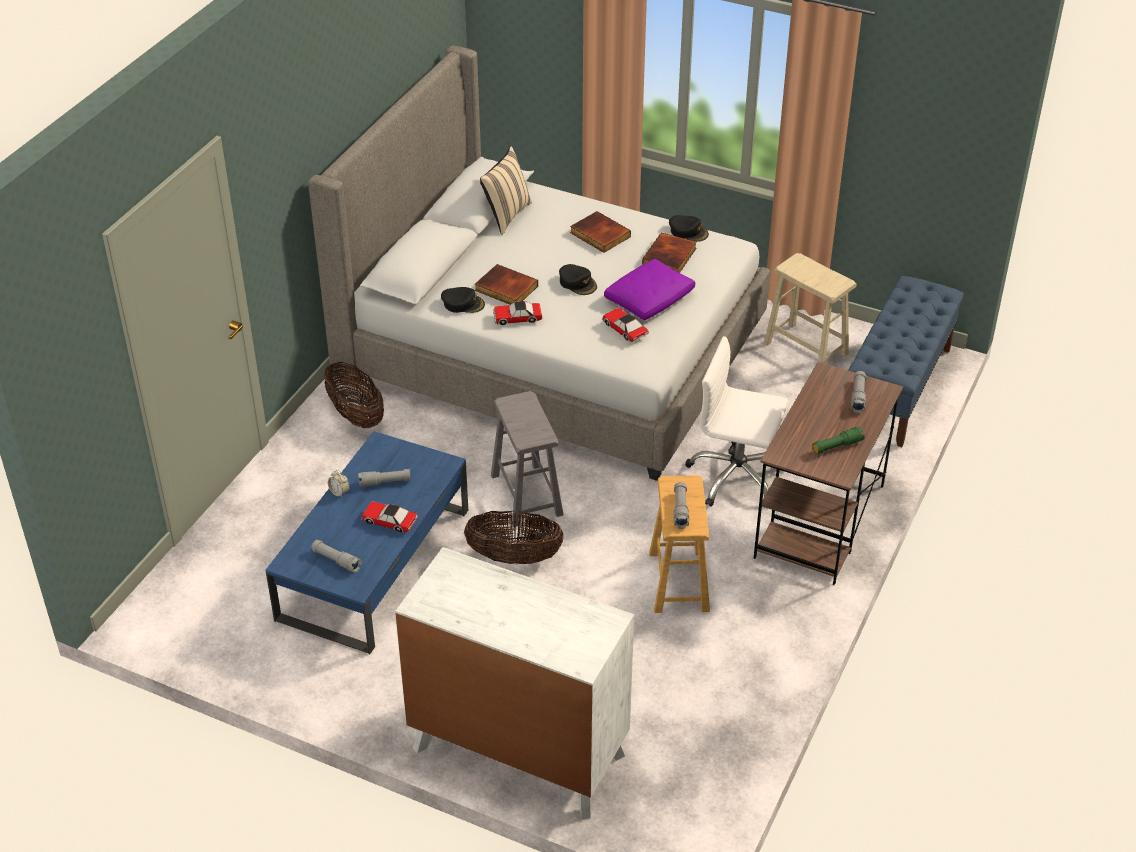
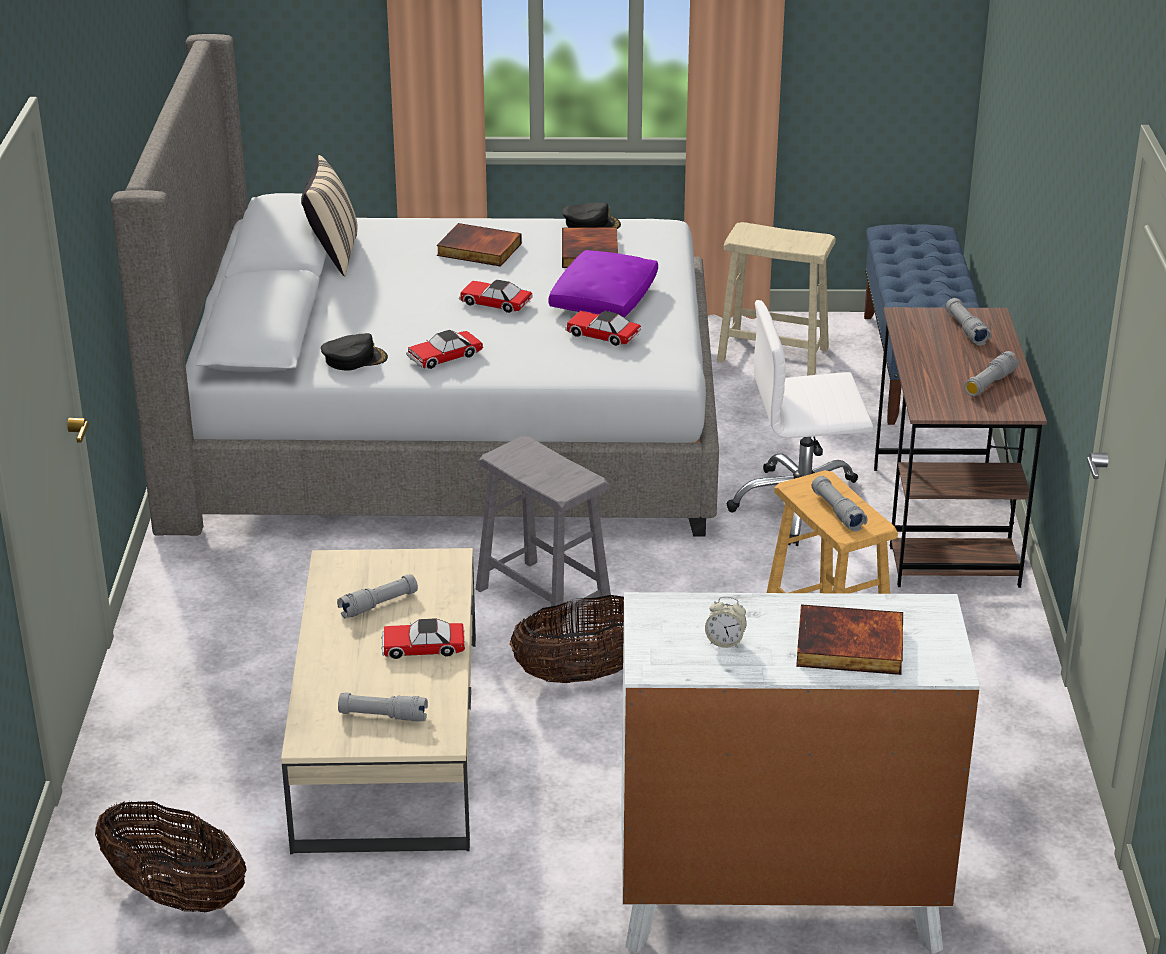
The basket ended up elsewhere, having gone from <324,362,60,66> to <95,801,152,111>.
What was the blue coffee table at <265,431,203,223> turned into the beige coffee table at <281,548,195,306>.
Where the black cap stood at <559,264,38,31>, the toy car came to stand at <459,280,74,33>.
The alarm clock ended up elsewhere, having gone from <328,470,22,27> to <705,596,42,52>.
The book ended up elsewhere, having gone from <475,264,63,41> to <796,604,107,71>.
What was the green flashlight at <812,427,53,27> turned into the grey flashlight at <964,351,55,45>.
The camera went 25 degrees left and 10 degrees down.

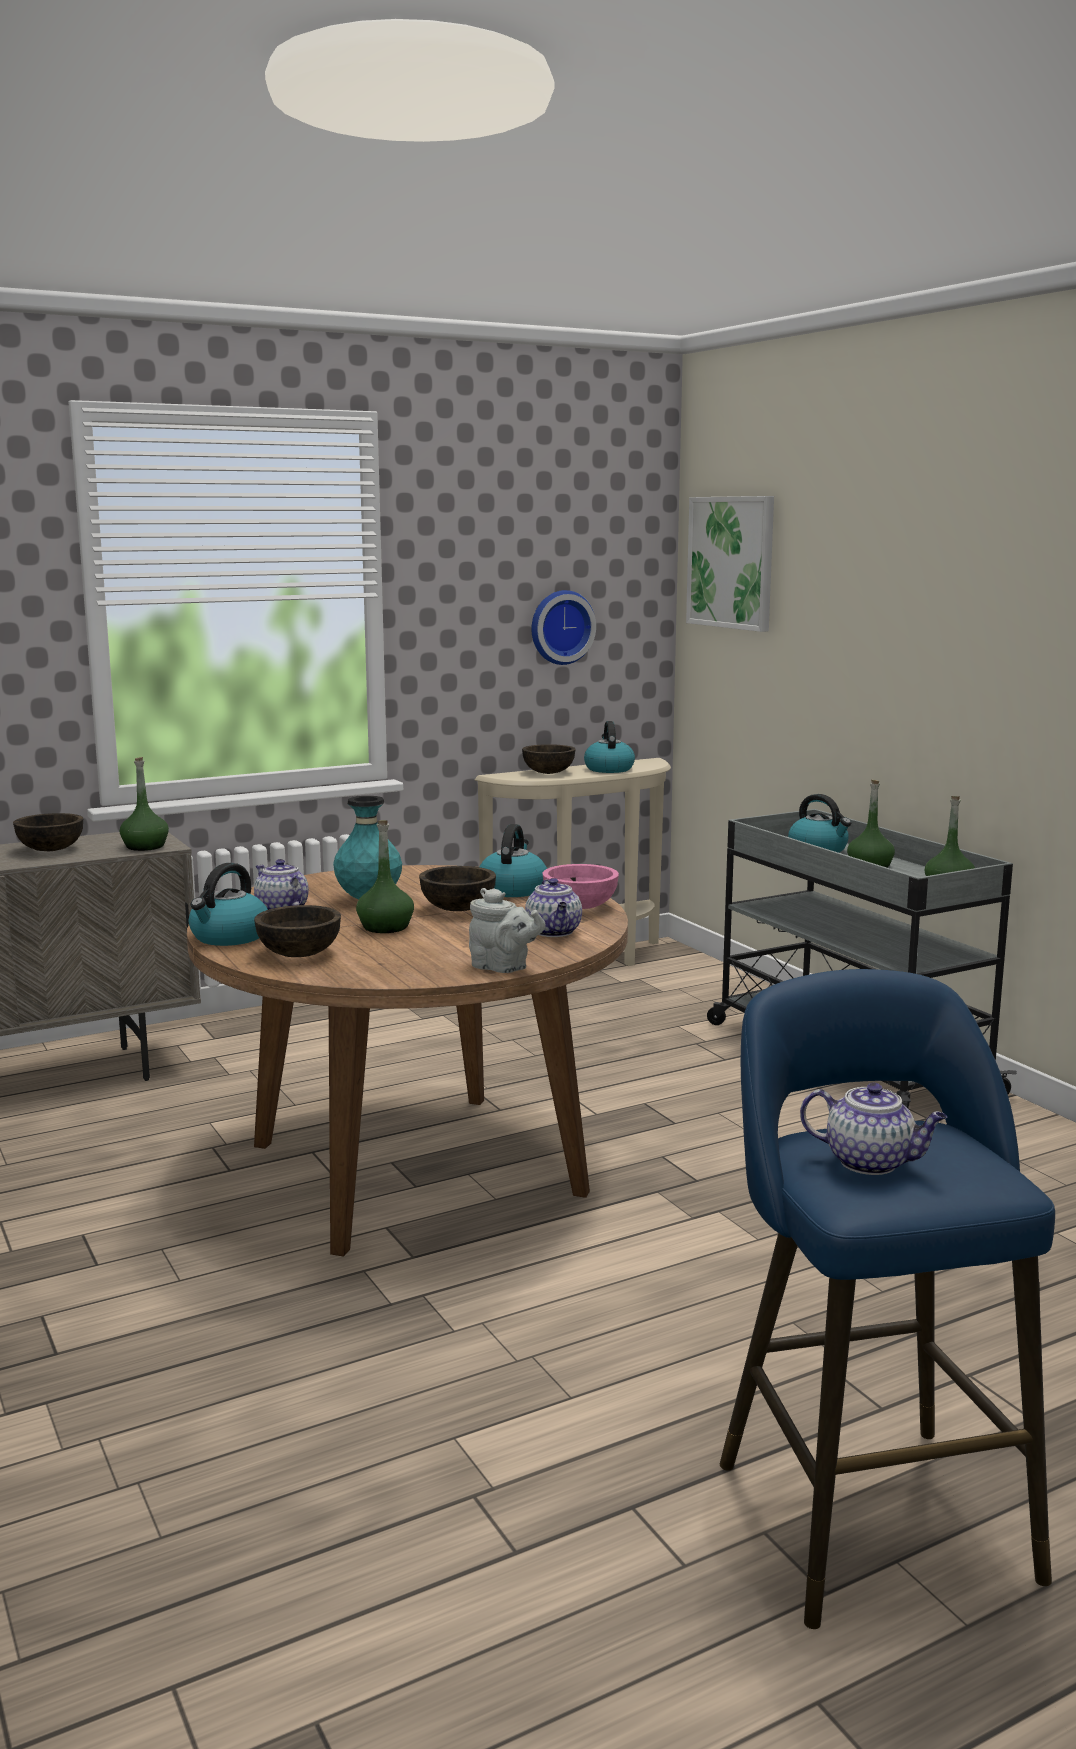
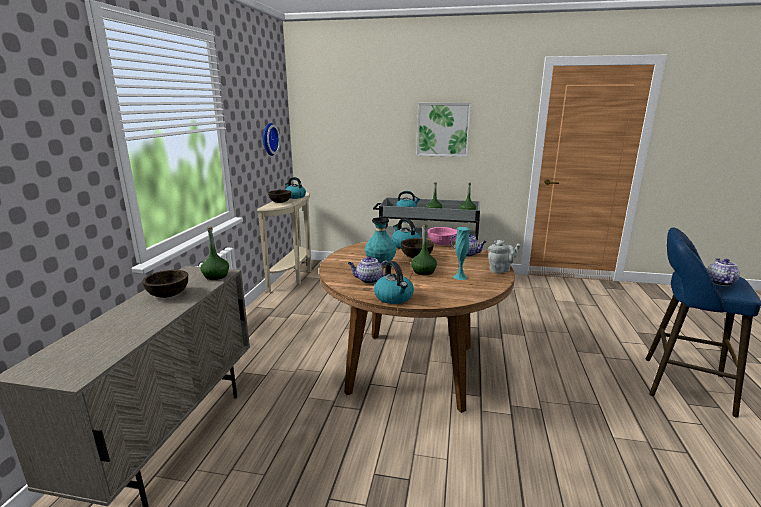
The picture ended up elsewhere, having gone from <686,496,88,136> to <417,103,54,54>.
The second view gained the turquoise vase at <453,227,17,53>.
The teapot at <800,1083,147,92> ended up facing another way, 45 degrees counterclockwise from before.
The second view lost the brown bowl at <254,905,87,52>.
The camera went 50 degrees left and 5 degrees up.

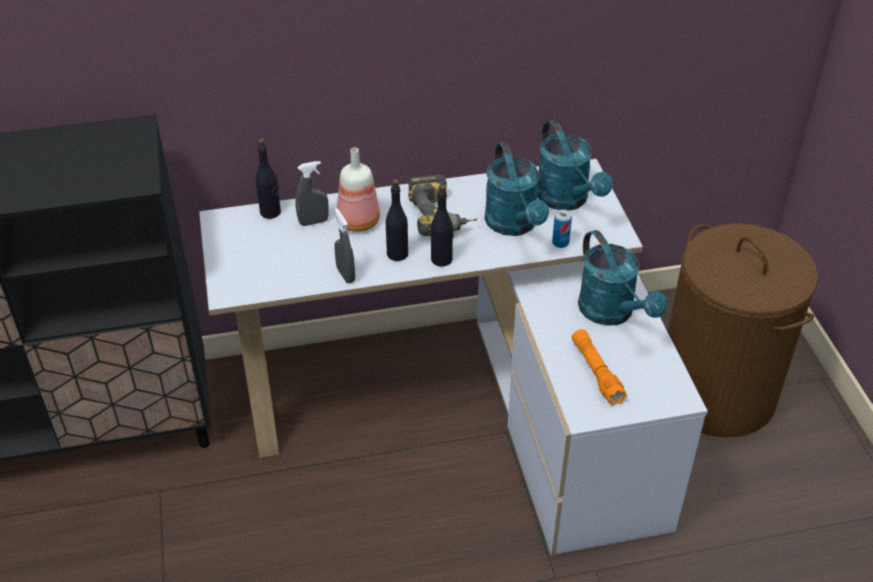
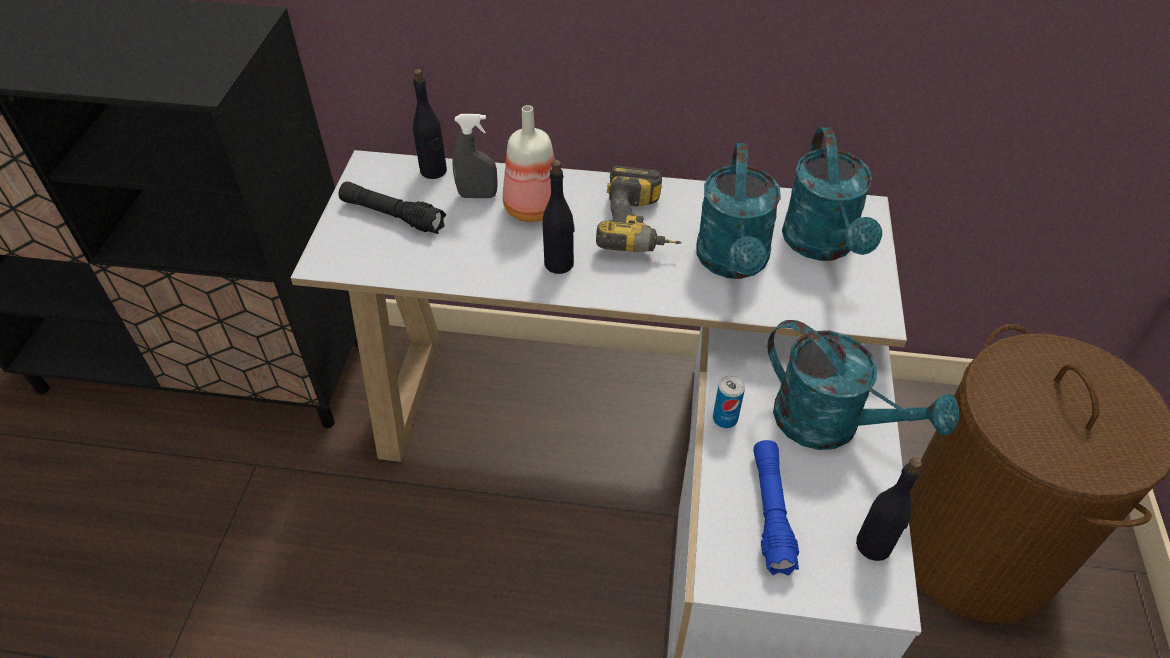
The second view gained the black flashlight at <338,182,108,52>.
The can ended up elsewhere, having gone from <552,209,20,39> to <713,375,32,53>.
What was the orange flashlight at <572,329,55,77> turned into the blue flashlight at <753,440,46,136>.
The turquoise watering can at <578,230,89,96> ended up facing another way, 45 degrees counterclockwise from before.
The black bottle ended up elsewhere, having gone from <431,185,23,82> to <856,457,66,104>.
The second view lost the grey spray bottle at <334,208,21,75>.
The camera went 20 degrees right and 5 degrees up.

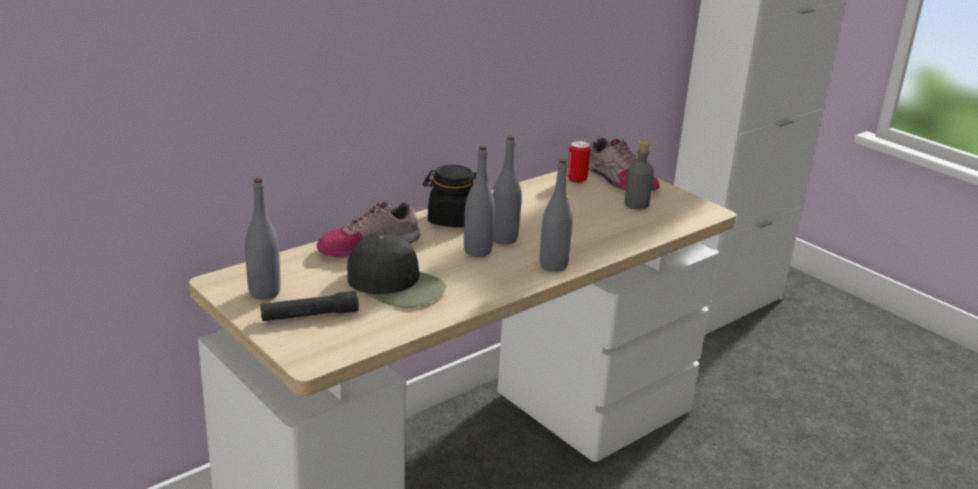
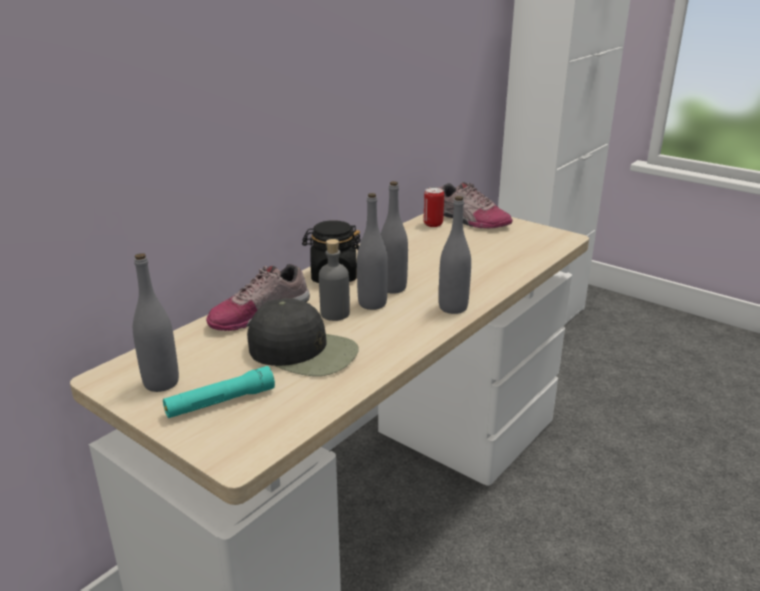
What was the black flashlight at <260,291,99,30> turned into the turquoise flashlight at <163,366,112,52>.
The grey bottle ended up elsewhere, having gone from <624,141,30,69> to <319,239,31,82>.
The camera went 10 degrees left and 0 degrees up.

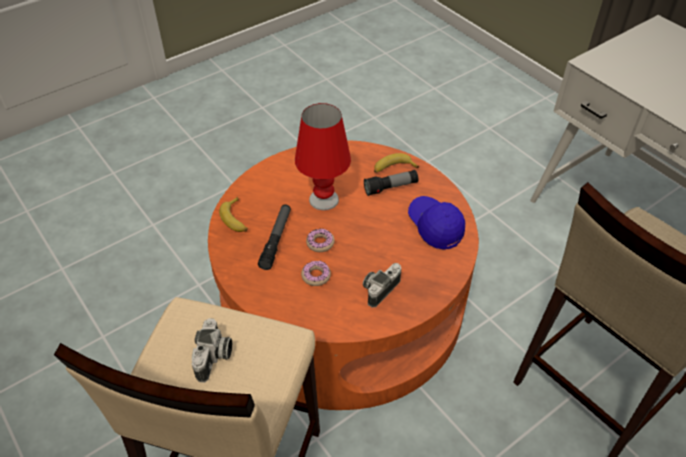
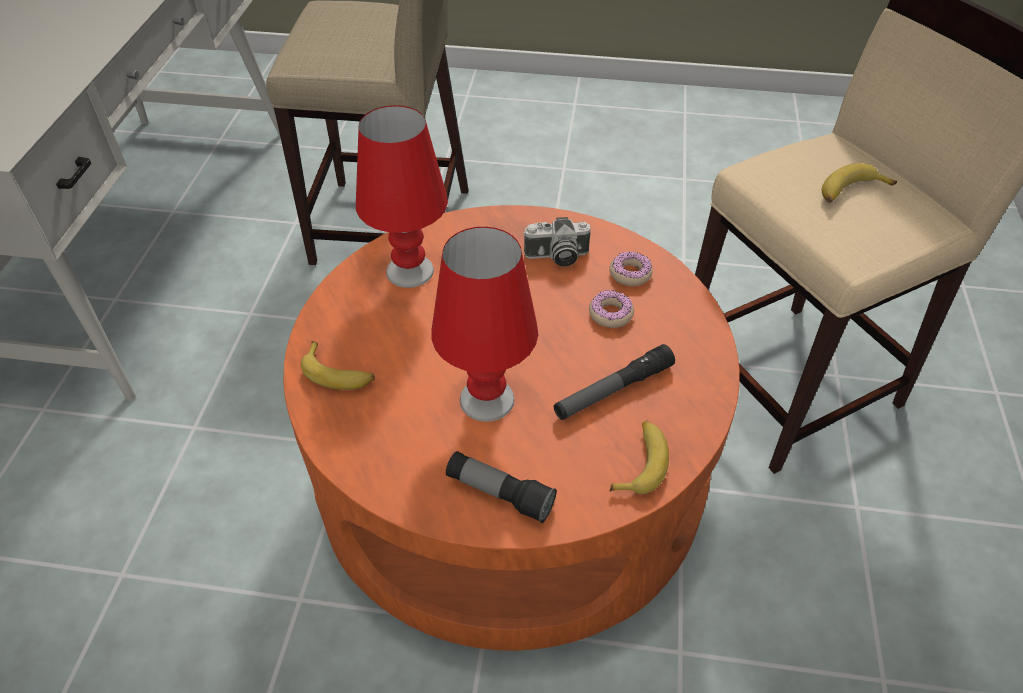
Where the blue cap stood at <408,196,57,54>, the red table lamp came to stand at <356,105,92,183>.
The flashlight ended up elsewhere, having gone from <364,170,54,26> to <446,451,111,72>.
The donut ended up elsewhere, having gone from <306,229,29,23> to <609,251,44,35>.
Where the photo camera stood at <192,318,40,65>, the banana came to stand at <822,163,75,40>.
The camera went 135 degrees left and 0 degrees up.

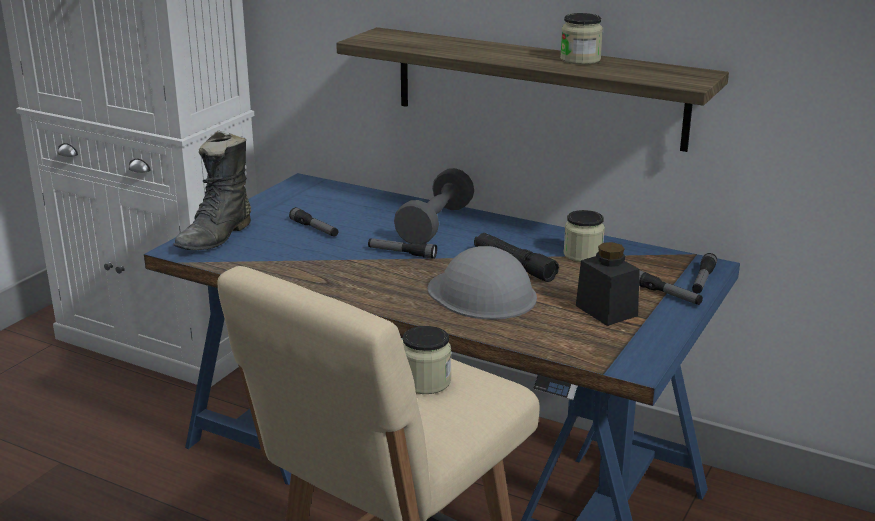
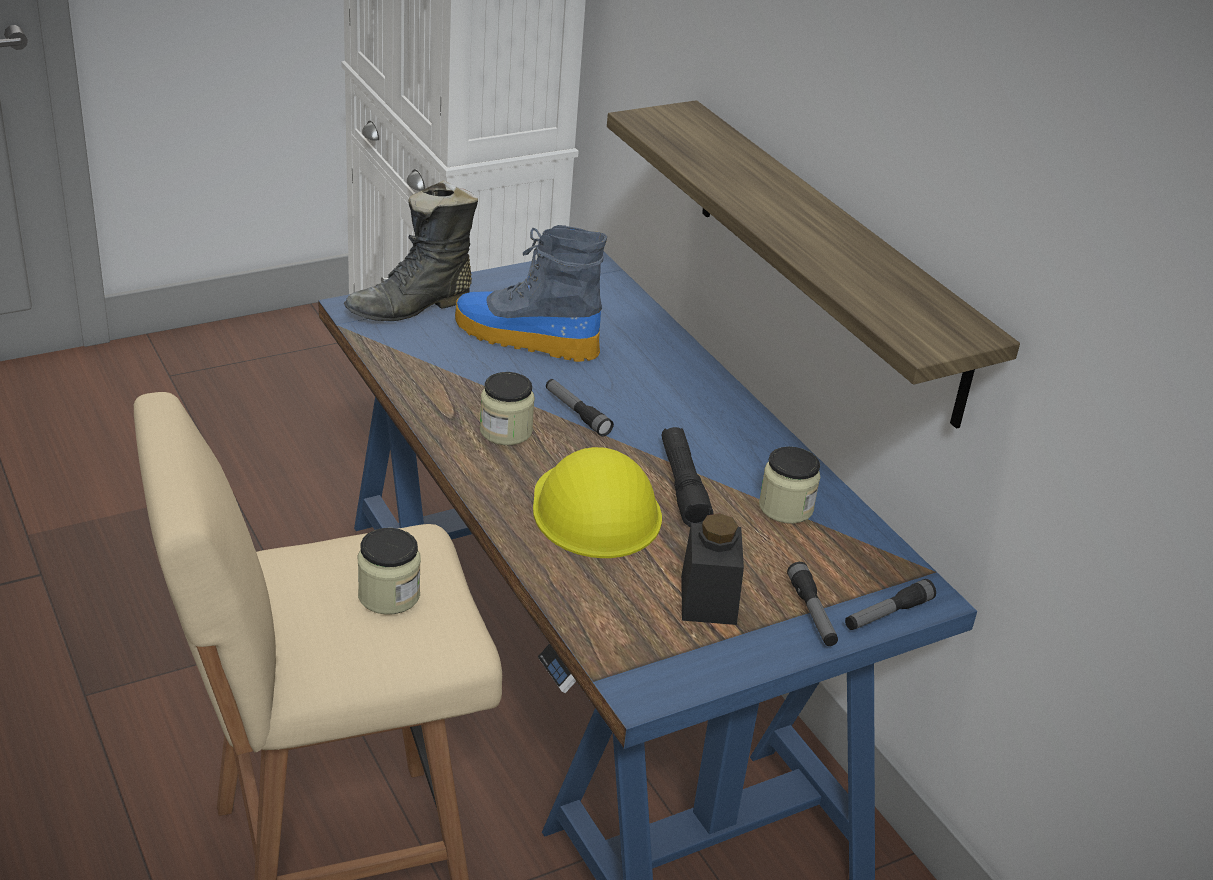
Where the flashlight stood at <289,207,49,30>, the boot came to stand at <455,225,152,137>.
The jar ended up elsewhere, having gone from <560,13,43,52> to <480,372,55,73>.
What was the grey hard hat at <428,246,109,74> turned into the yellow hard hat at <533,447,129,111>.
The second view lost the grey dumbbell at <394,168,80,76>.
The camera went 30 degrees right and 10 degrees up.

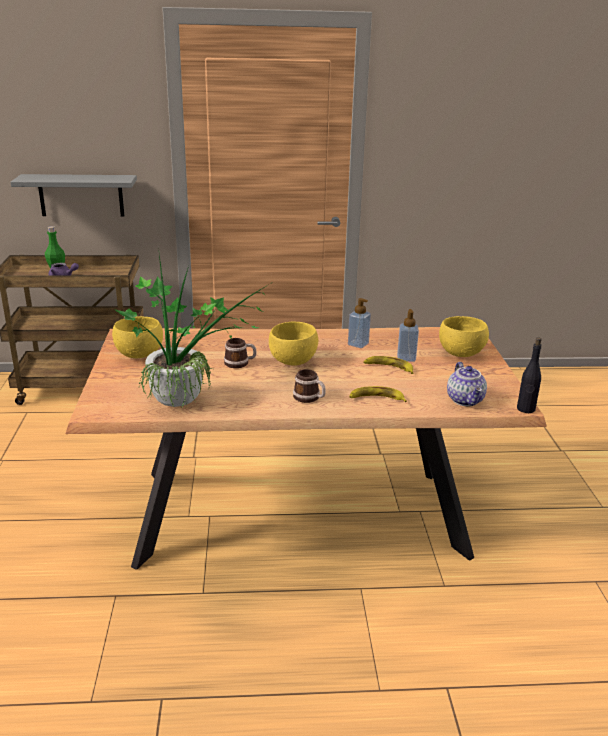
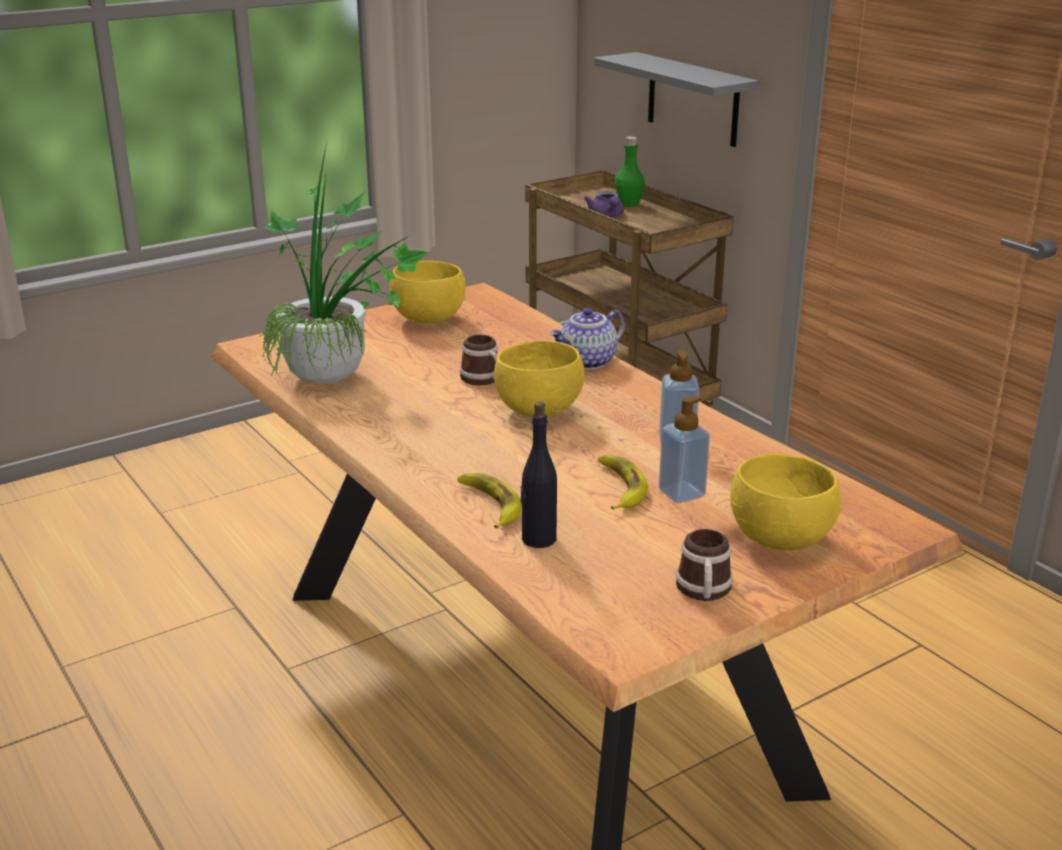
The black bottle ended up elsewhere, having gone from <517,338,25,75> to <520,402,37,146>.
The teapot ended up elsewhere, having gone from <447,362,40,44> to <550,308,75,62>.
The mug ended up elsewhere, having gone from <293,369,33,34> to <676,529,57,72>.
The camera went 60 degrees right and 0 degrees up.

